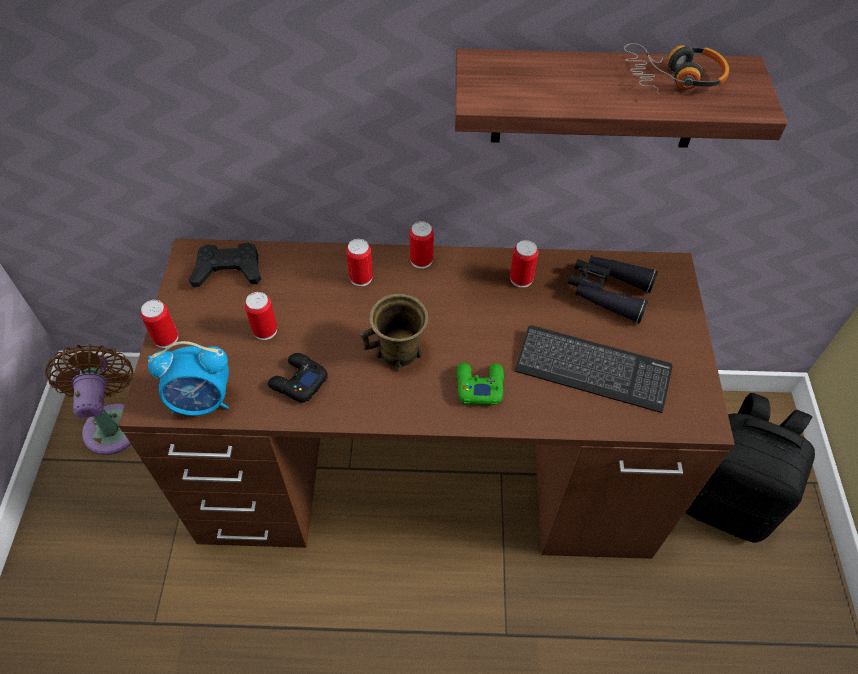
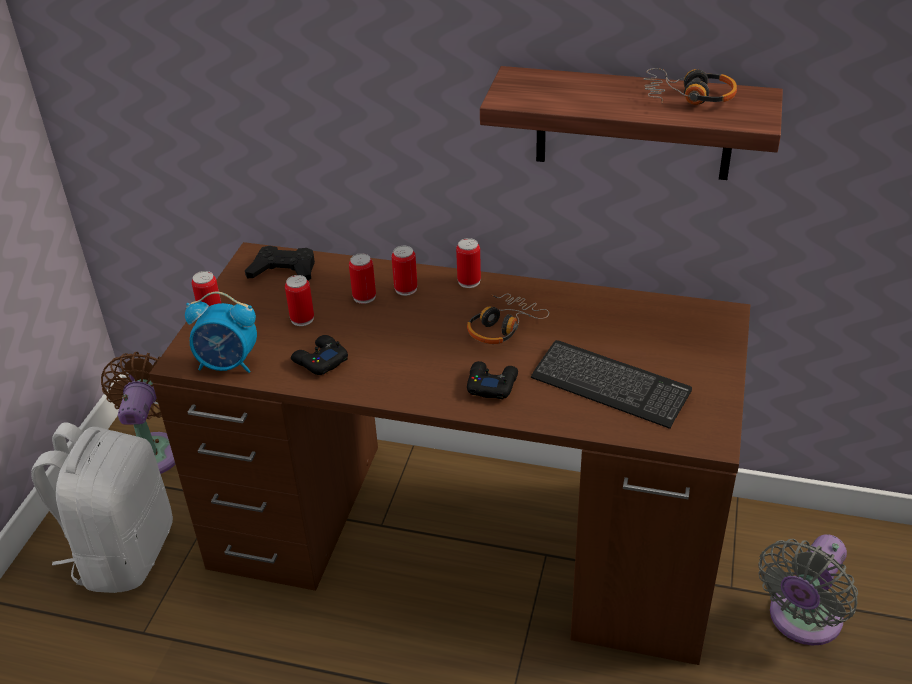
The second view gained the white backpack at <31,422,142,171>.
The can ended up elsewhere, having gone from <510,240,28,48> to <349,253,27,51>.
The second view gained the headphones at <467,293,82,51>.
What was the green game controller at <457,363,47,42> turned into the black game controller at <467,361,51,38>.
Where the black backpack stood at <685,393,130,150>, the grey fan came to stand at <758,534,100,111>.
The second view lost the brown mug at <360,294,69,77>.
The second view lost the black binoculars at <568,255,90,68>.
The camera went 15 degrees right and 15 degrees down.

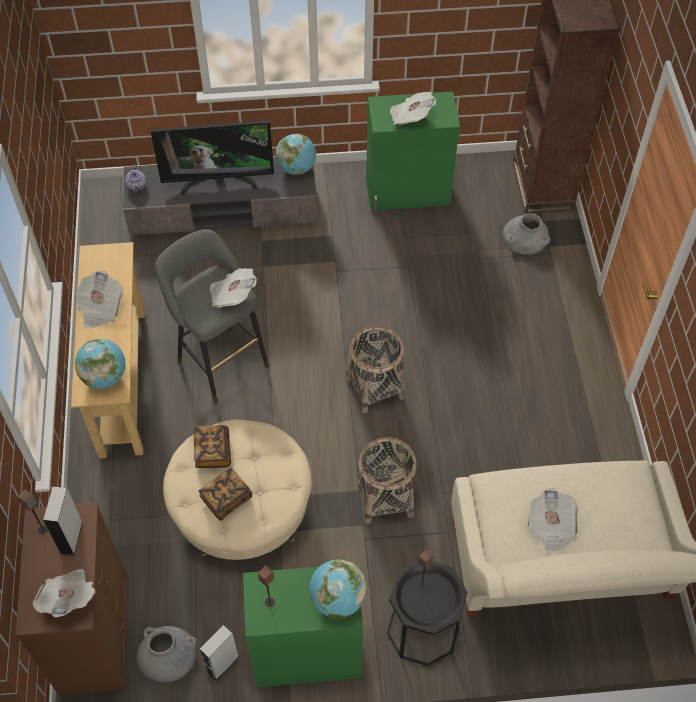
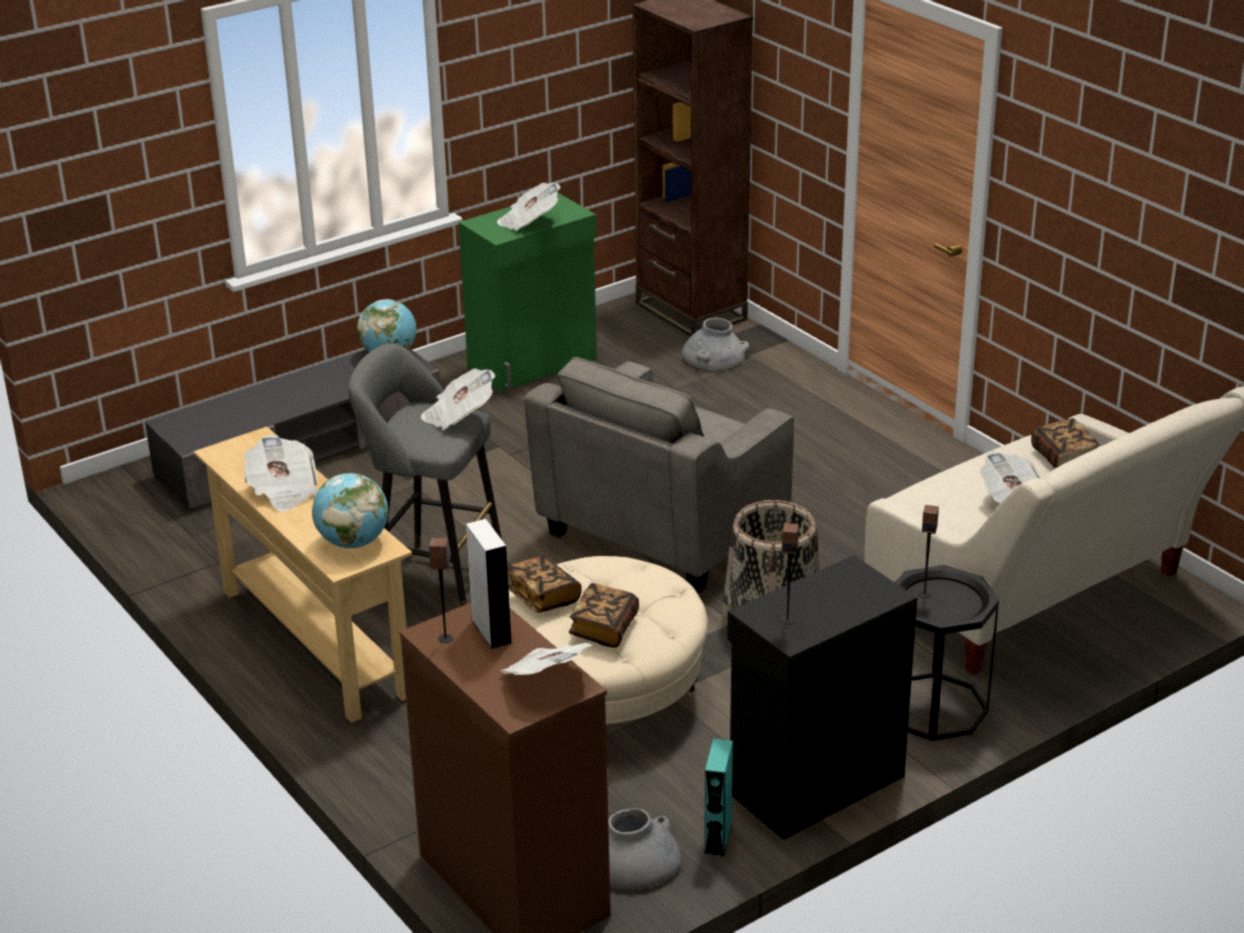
Where the basket stood at <346,326,59,87>, the grey armchair came to stand at <524,357,270,236>.
What was the grey speaker at <200,625,39,56> turned into the turquoise speaker at <704,738,29,119>.
What was the green cabinet at <243,563,120,124> turned into the black cabinet at <727,555,190,285>.
The second view gained the book at <1031,418,69,50>.
The second view lost the teapot at <125,165,21,28>.
The second view lost the television at <151,120,123,75>.
The second view lost the globe at <309,559,58,60>.
The camera went 30 degrees left and 25 degrees down.

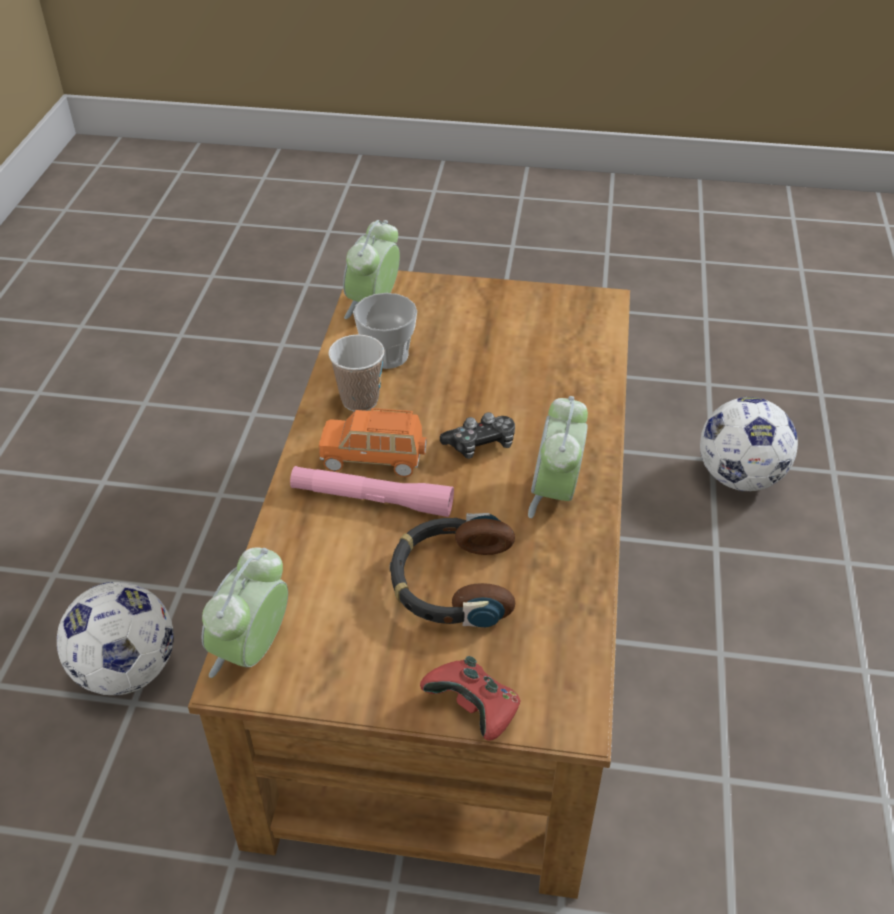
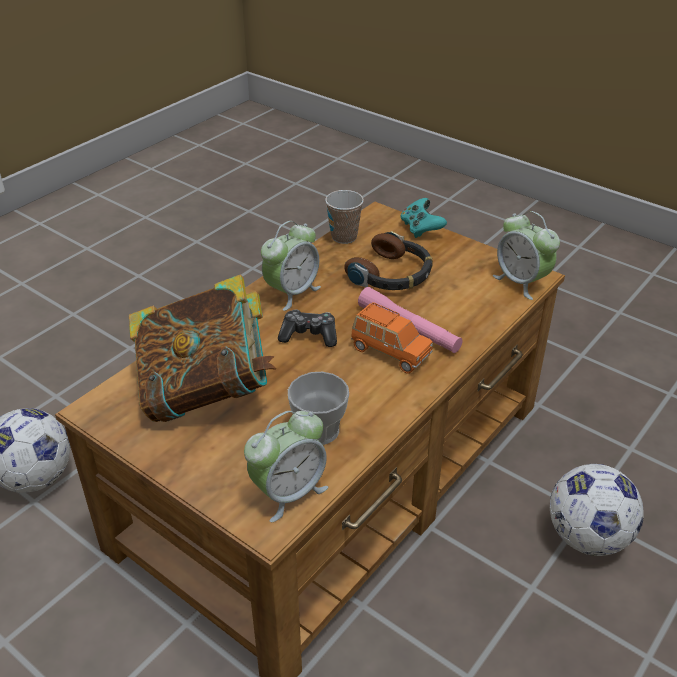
The second view gained the book at <129,275,148,147>.
The cup ended up elsewhere, having gone from <328,334,56,77> to <325,190,39,54>.
What was the red game controller at <420,656,101,85> turned into the turquoise game controller at <401,198,46,40>.
The alarm clock at <202,548,86,130> ended up facing another way, 90 degrees clockwise from before.
The camera went 150 degrees left and 5 degrees down.

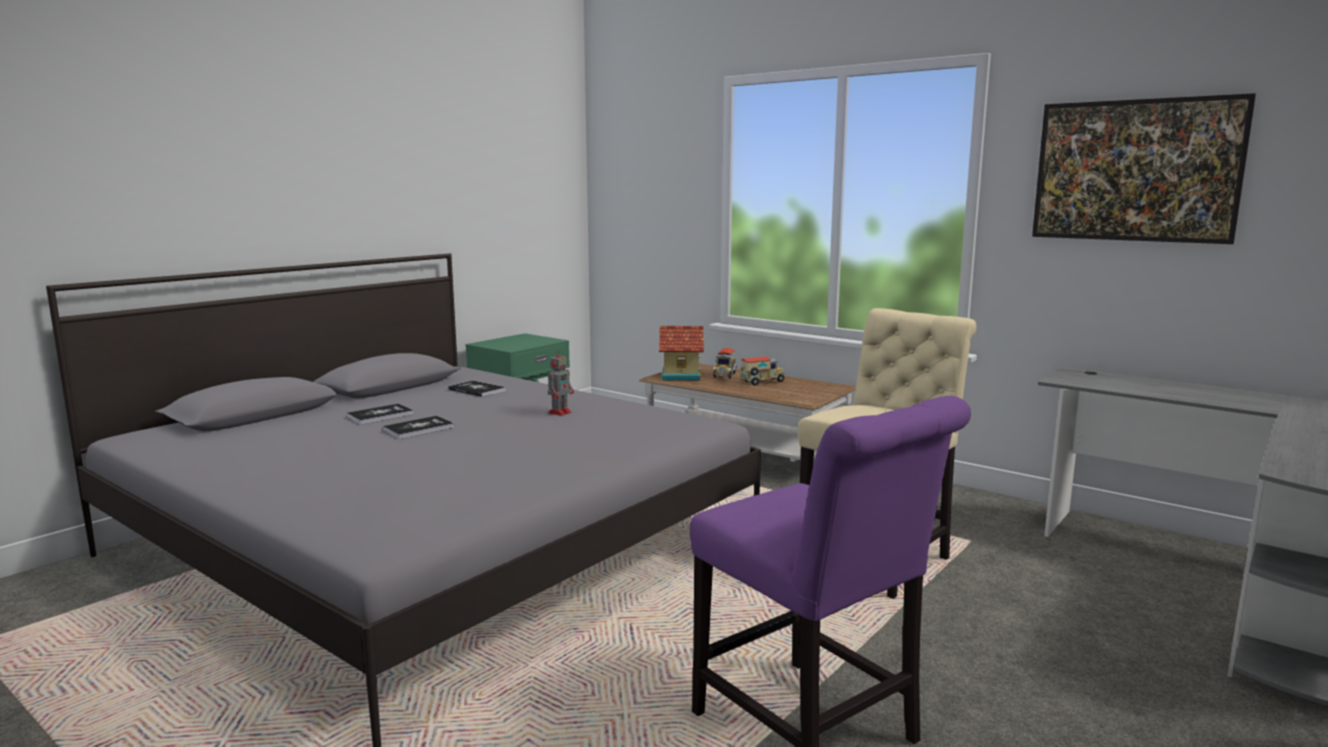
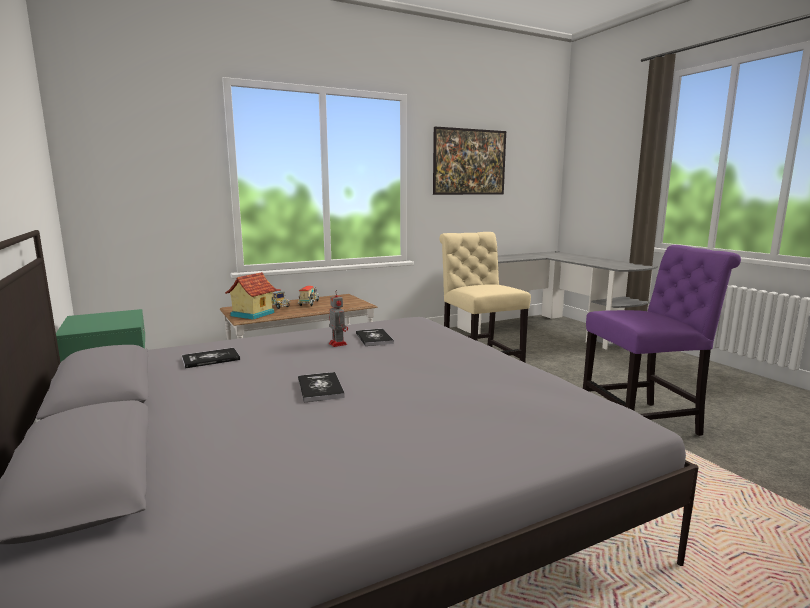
The book ended up elsewhere, having gone from <346,404,68,20> to <356,329,38,17>.
The camera went 65 degrees left and 0 degrees up.

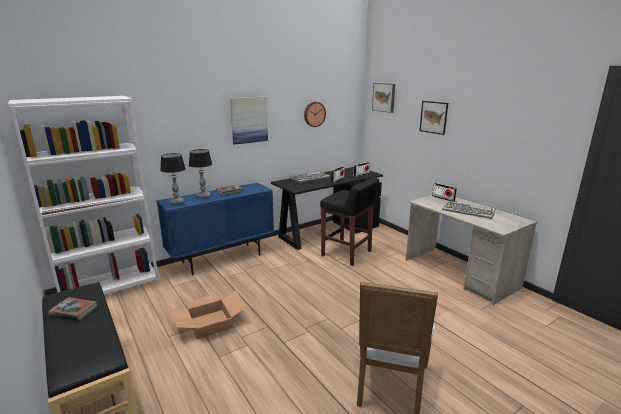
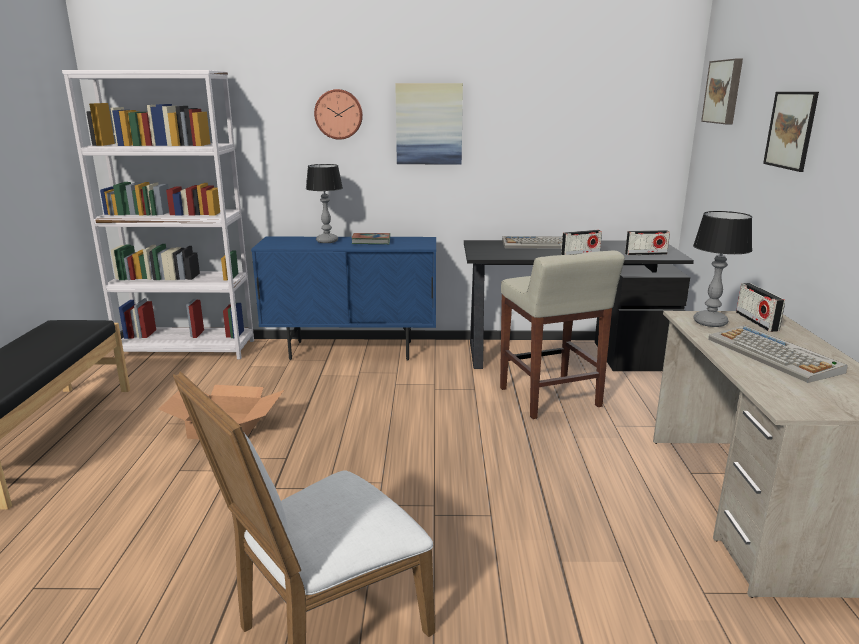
The wall clock ended up elsewhere, having gone from <304,102,22,25> to <314,89,49,51>.
What was the black stool at <320,177,59,89> turned into the beige stool at <500,251,125,168>.
The table lamp ended up elsewhere, having gone from <160,153,26,52> to <693,211,59,116>.
The second view lost the book at <48,297,50,24>.
The camera went 35 degrees right and 0 degrees up.

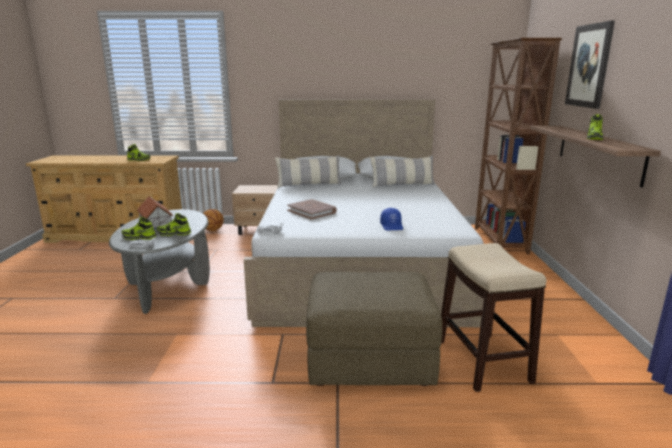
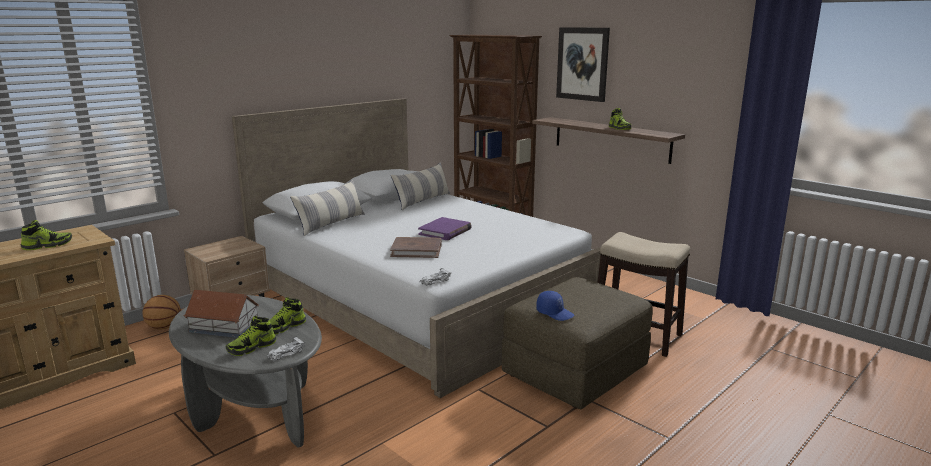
The second view gained the purple book at <418,217,54,23>.
The blue cap ended up elsewhere, having gone from <380,208,23,22> to <536,291,38,30>.
The camera went 45 degrees left and 0 degrees up.

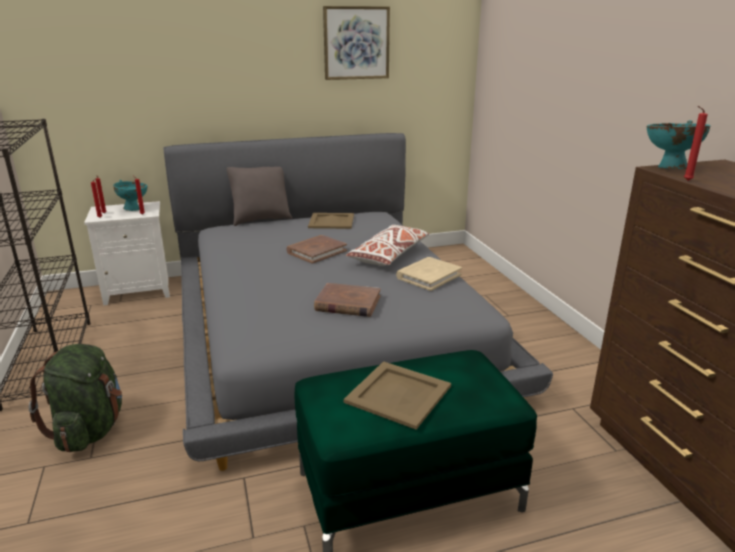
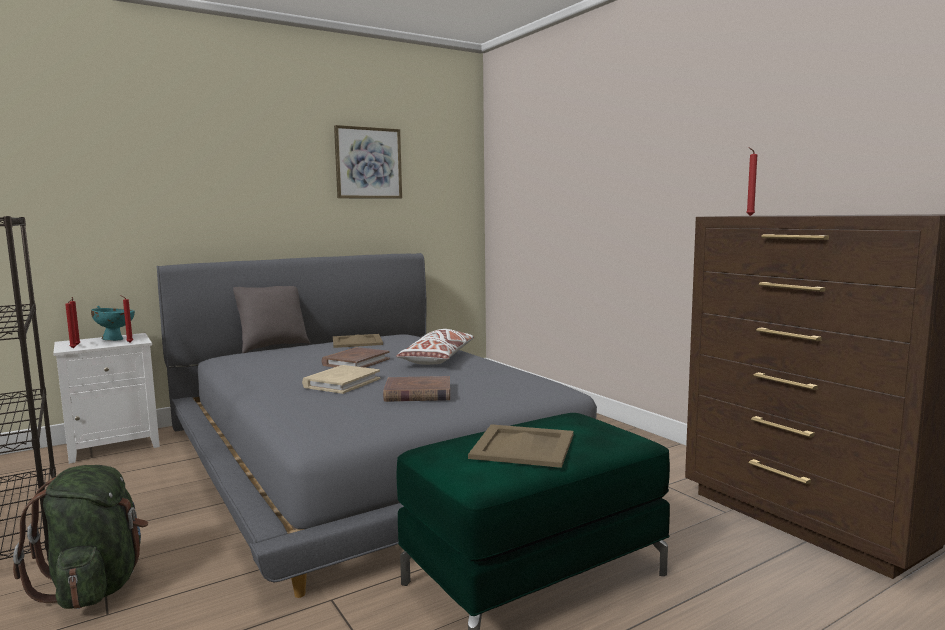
The beige book ended up elsewhere, having gone from <396,257,66,34> to <302,365,78,29>.
The second view lost the turquoise bowl at <647,120,63,49>.
The camera went 15 degrees left and 15 degrees down.

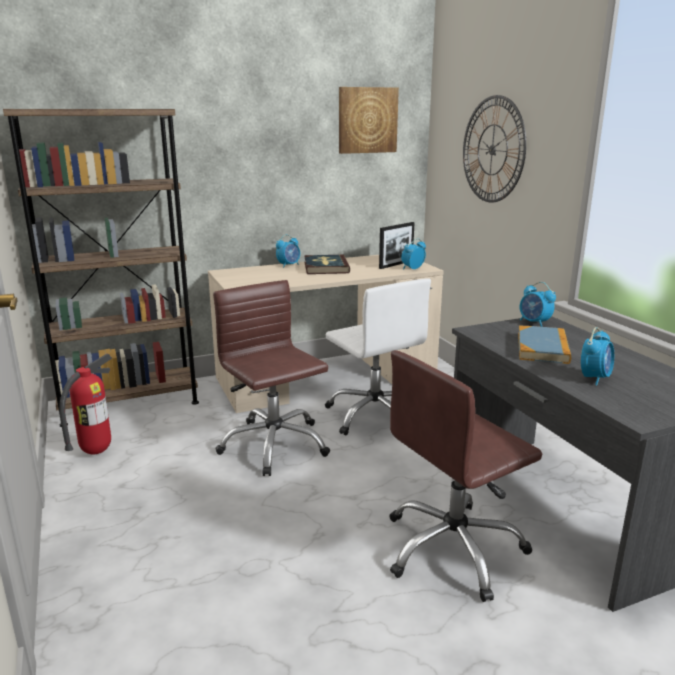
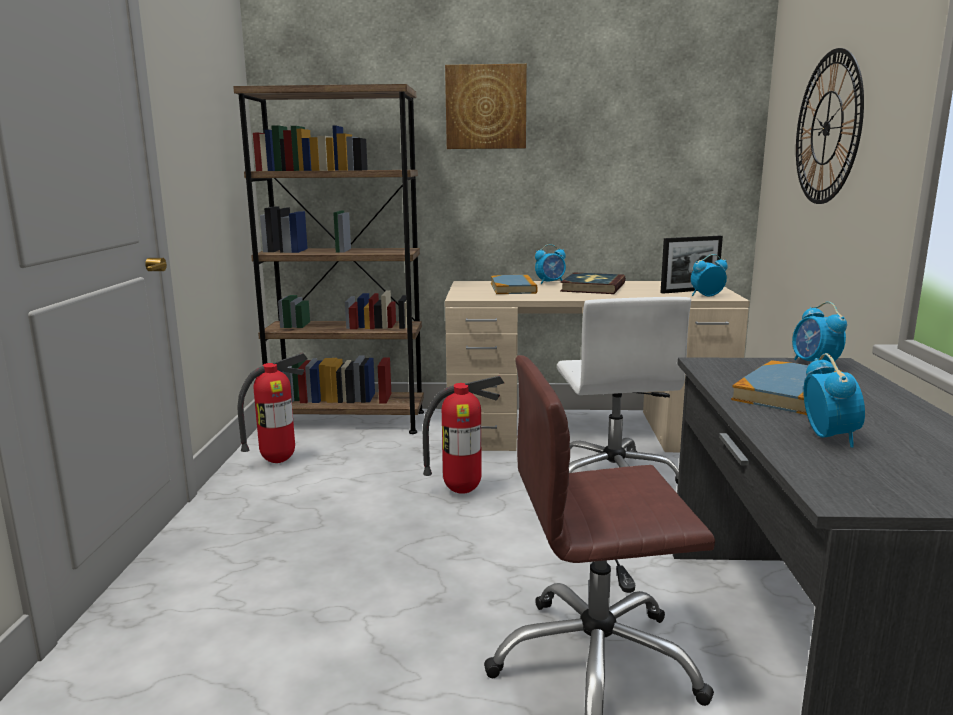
Where the brown office chair stood at <213,280,117,196>, the fire extinguisher came to stand at <423,376,81,118>.
The picture ended up elsewhere, having gone from <339,87,60,67> to <445,64,82,85>.
The second view gained the book at <491,275,47,19>.
The alarm clock at <581,327,33,58> ended up facing another way, 60 degrees counterclockwise from before.
The camera went 25 degrees right and 5 degrees down.

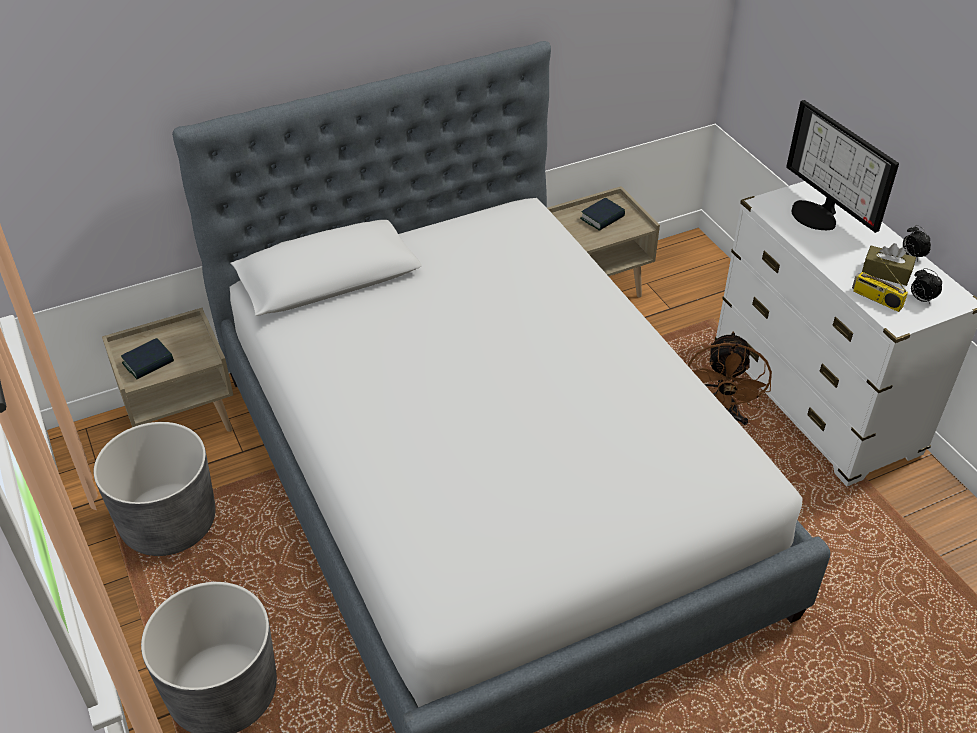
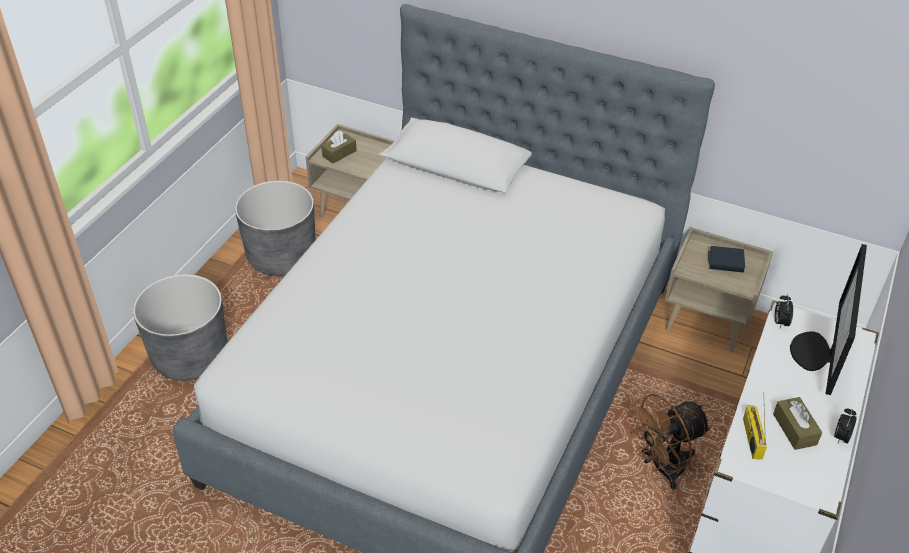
Where the book stood at <121,338,53,41>, the brown tissue box came to stand at <321,131,36,33>.
The alarm clock ended up elsewhere, having gone from <911,268,31,36> to <775,295,18,34>.
The camera went 50 degrees right and 0 degrees up.

